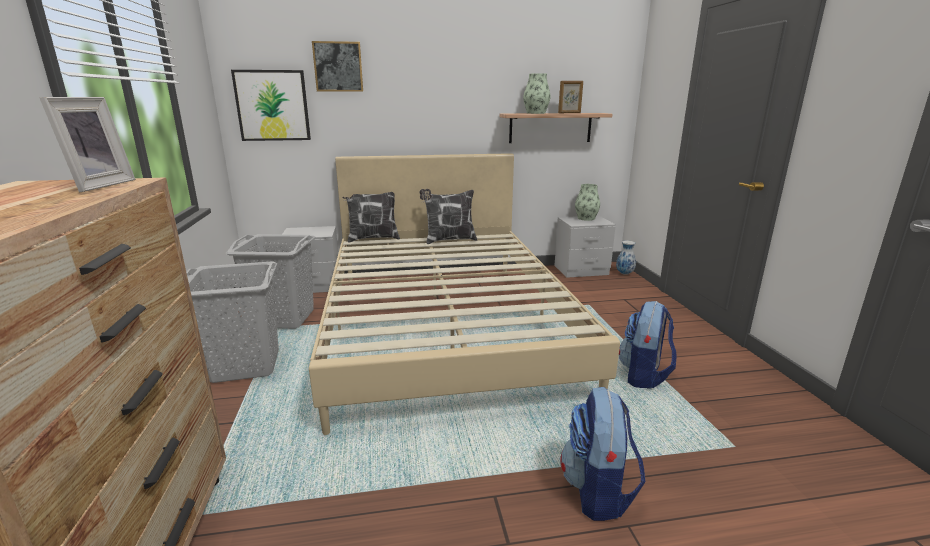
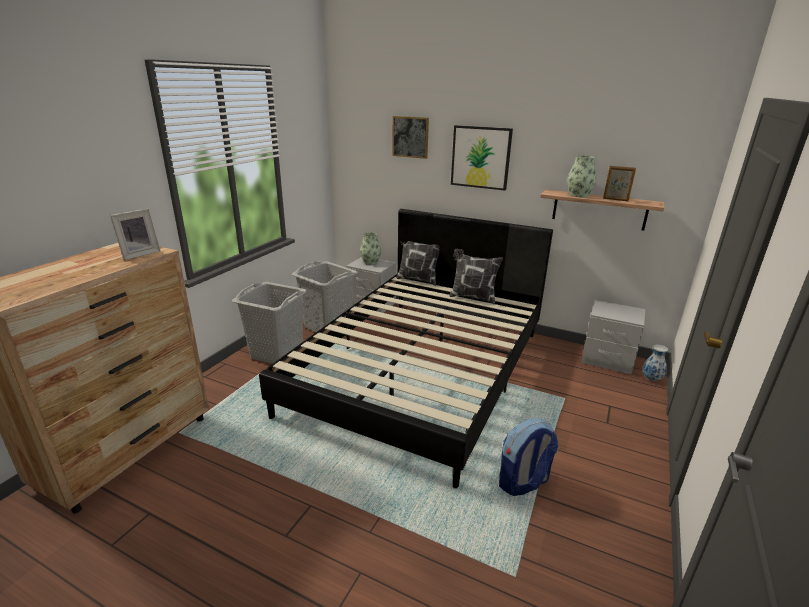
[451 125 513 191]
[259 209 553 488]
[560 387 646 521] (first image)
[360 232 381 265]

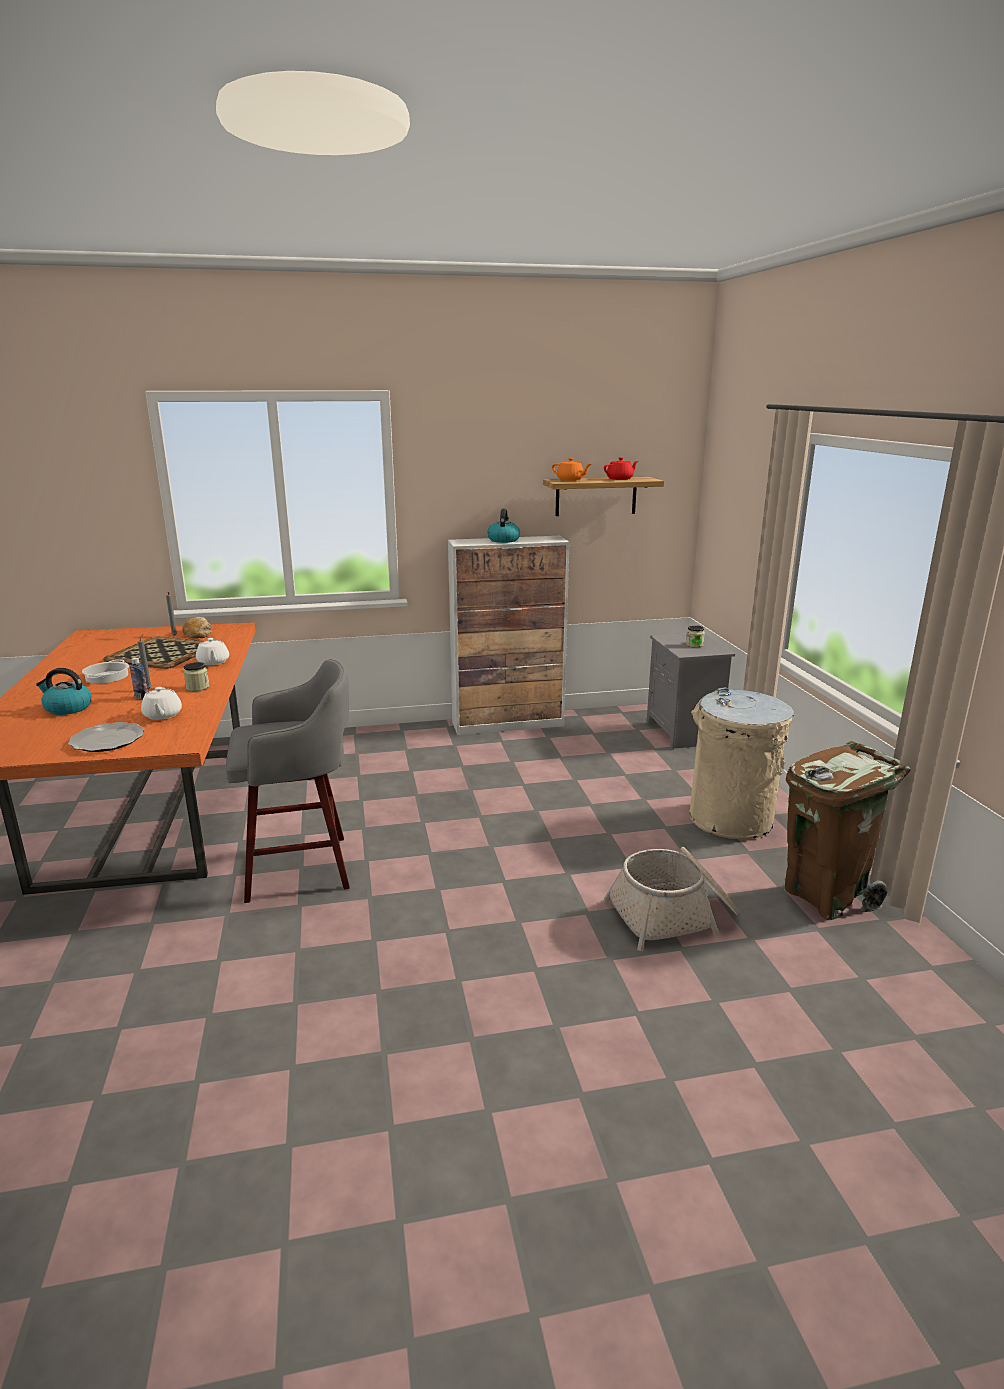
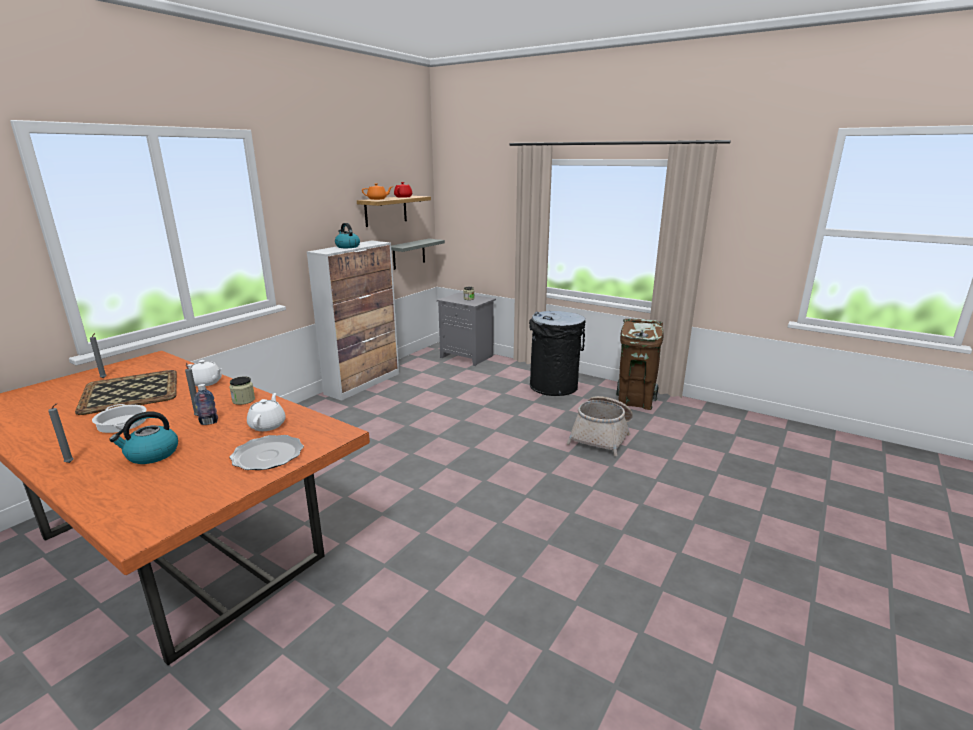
[247 393 286 431]
[182 617 212 639] (first image)
[225 659 350 903] (first image)
[529 311 585 396]
[48 403 74 463]
[391 239 445 270]

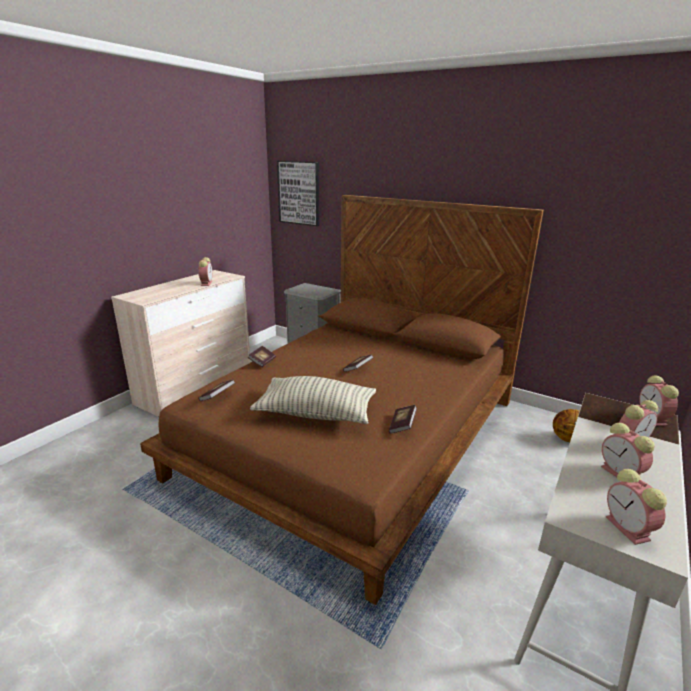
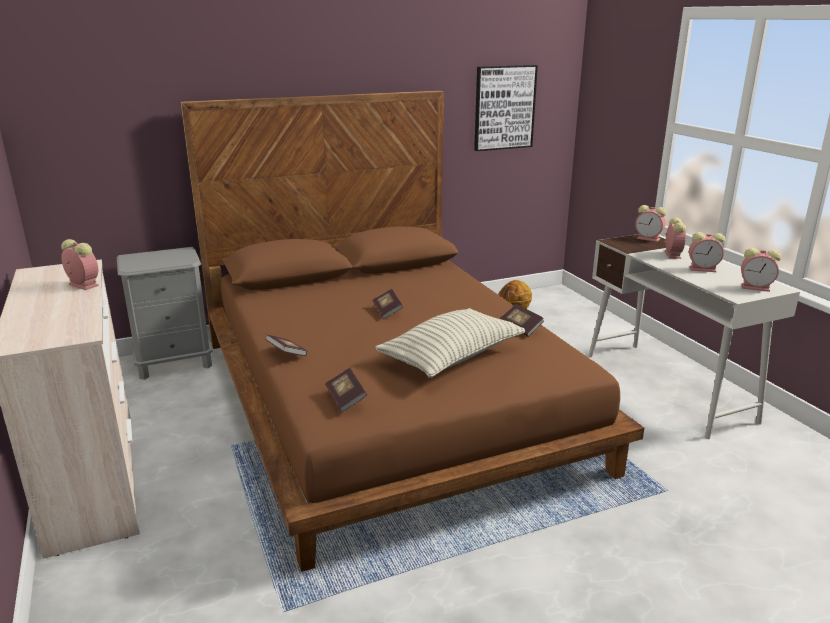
[474 65 538 151]

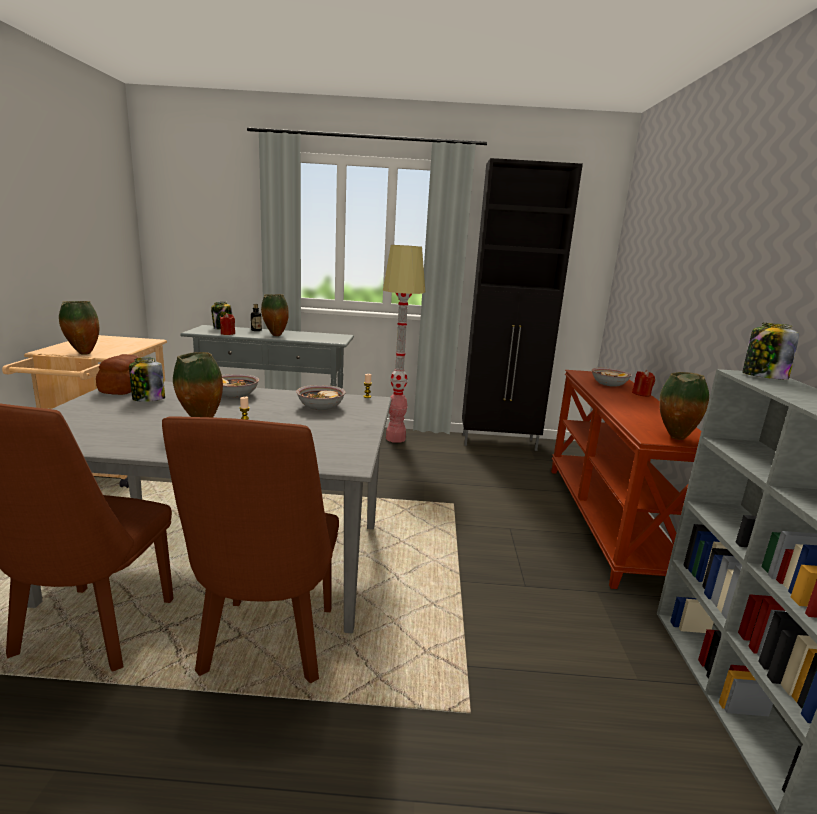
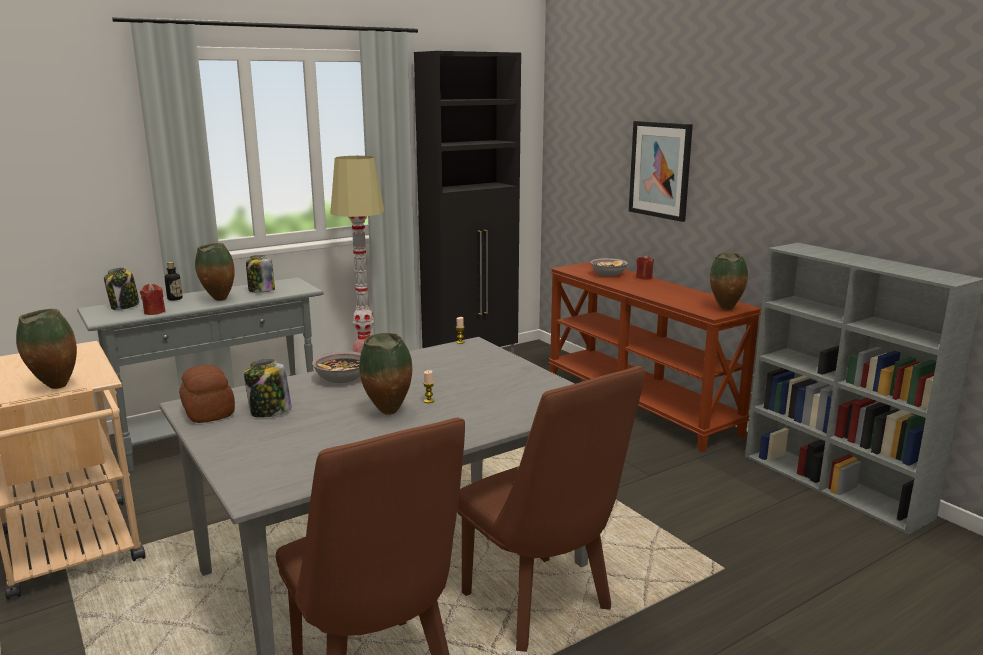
[296 385 345 410] (first image)
[246 255 275 292]
[629 121 693 222]

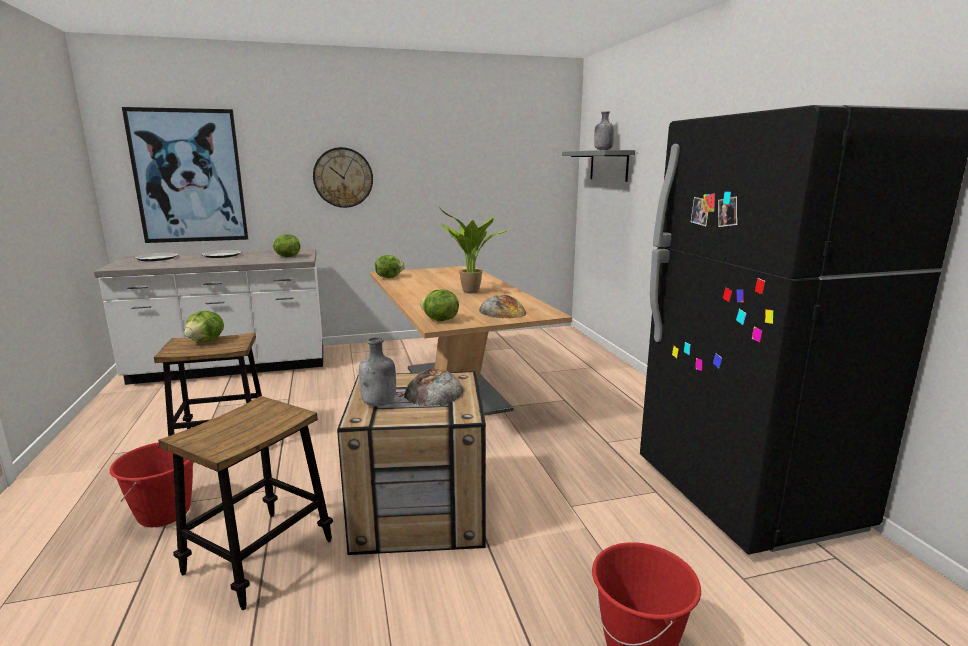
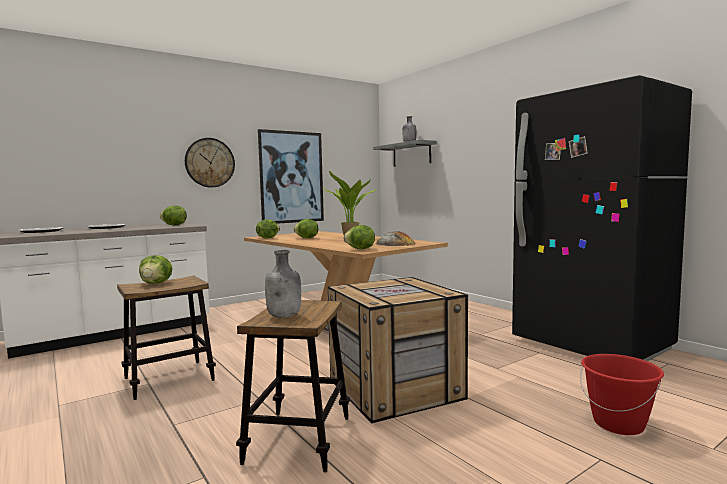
[110 442 193 527] (first image)
[258 129 324 224]
[265 250 301 318]
[404 369 464 407] (first image)
[294 219 318 238]

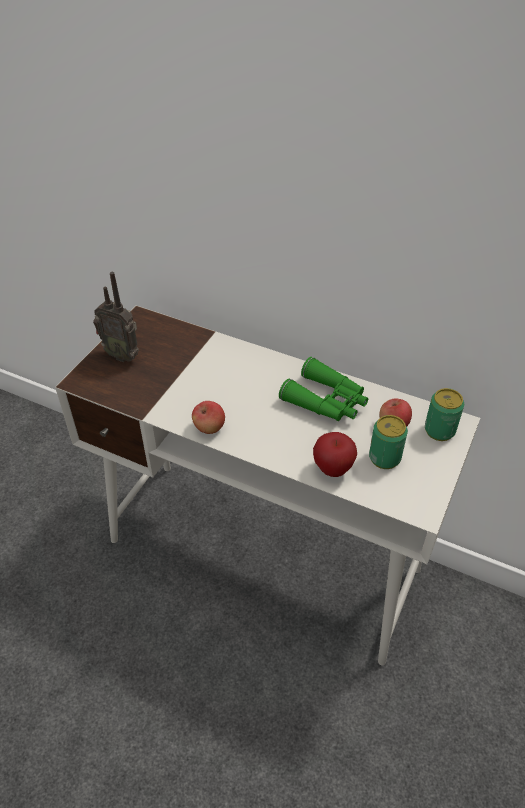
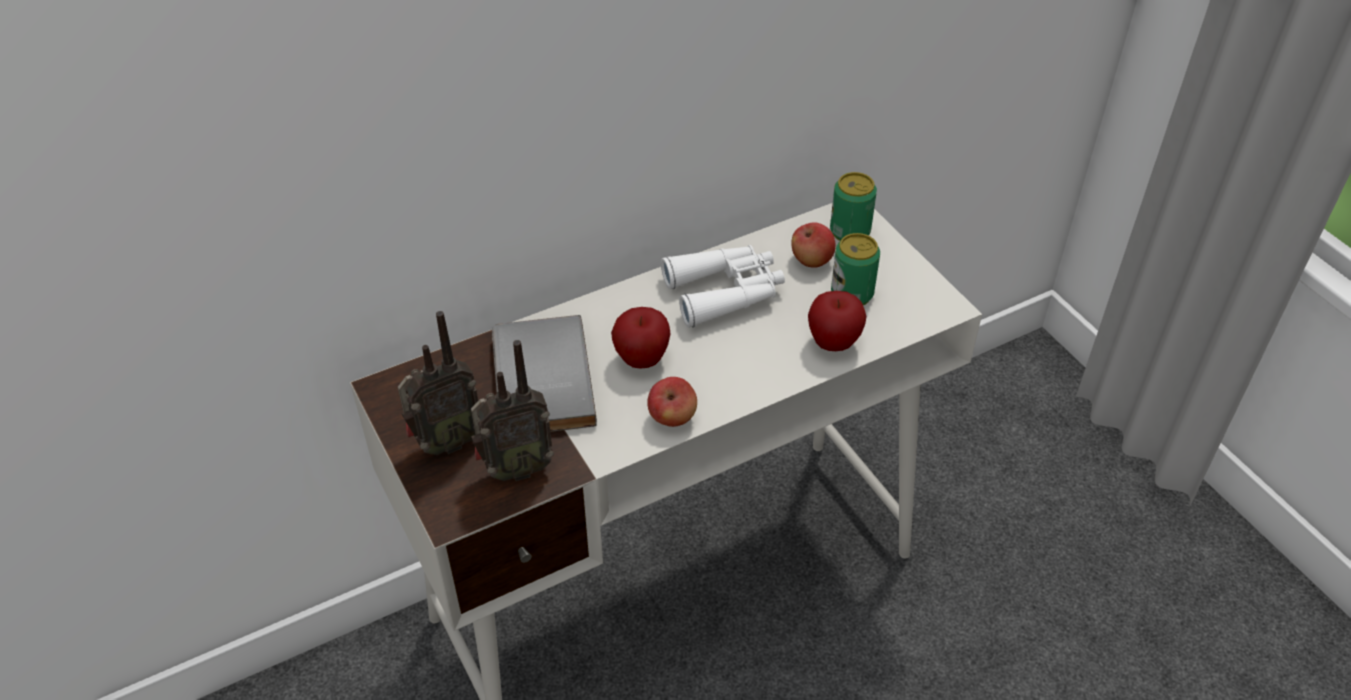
[661 245 785 328]
[471 340 554 481]
[492 315 597 432]
[611 307 671 369]

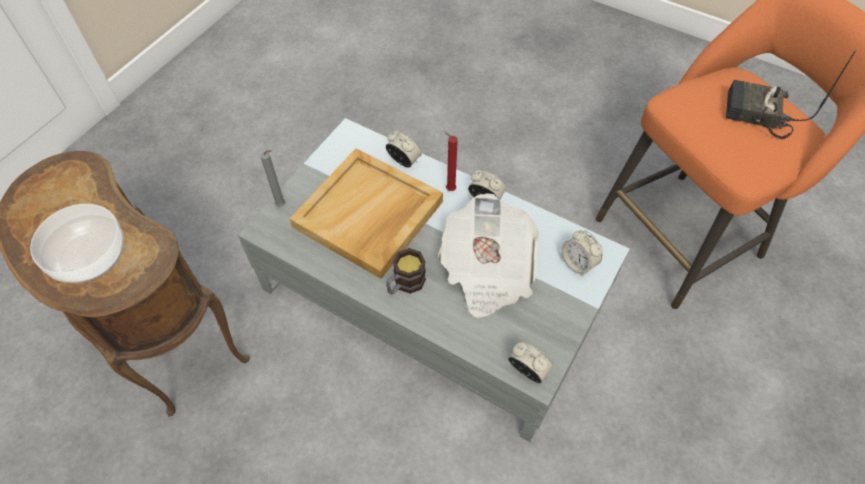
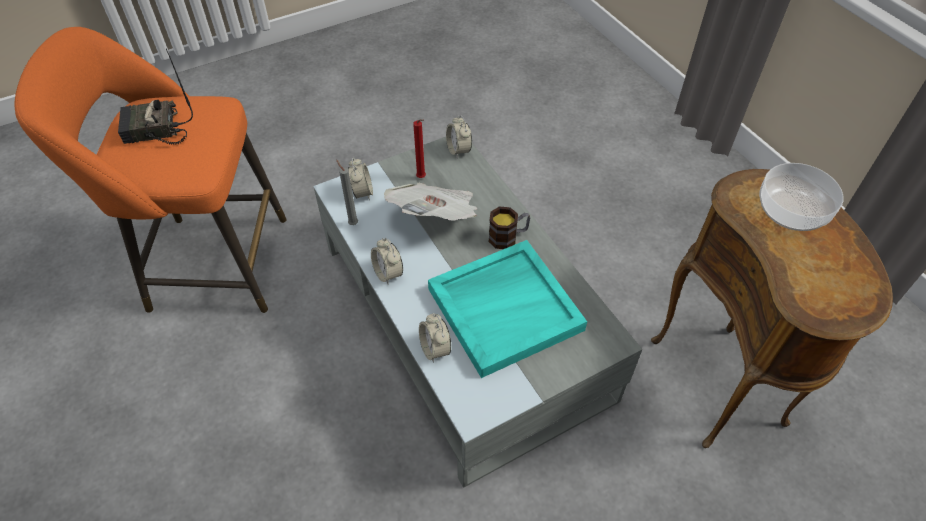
[336 159 358 225]
[428 240 587 378]
[413 119 426 178]
[118 49 193 145]

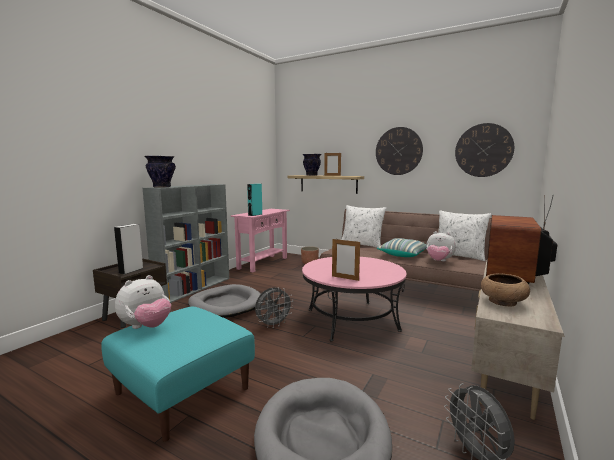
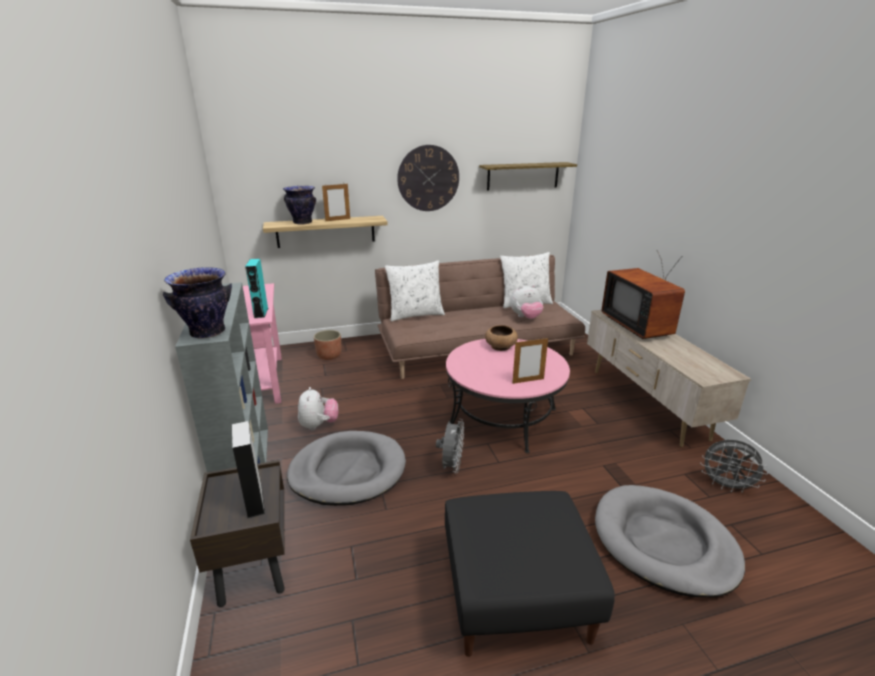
[445 491 615 657]
[298 387 338 431]
[377 238 427 257] (first image)
[479 162 577 191]
[485 325 518 351]

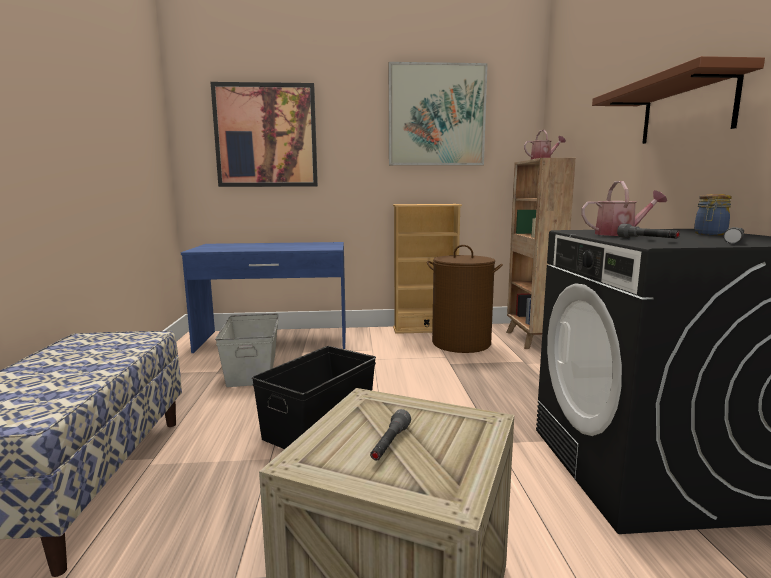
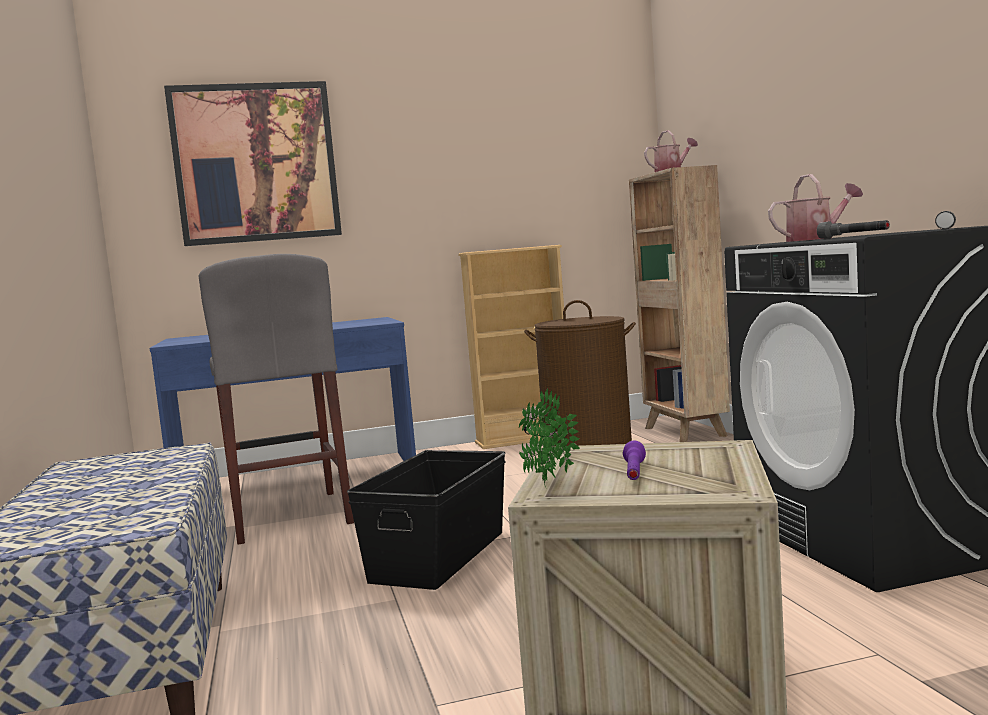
[199 254 354 545]
[623 440 646 480]
[389 62 488 165] (first image)
[592 56 765 144] (first image)
[694 194 732 235] (first image)
[519 389 580 489]

